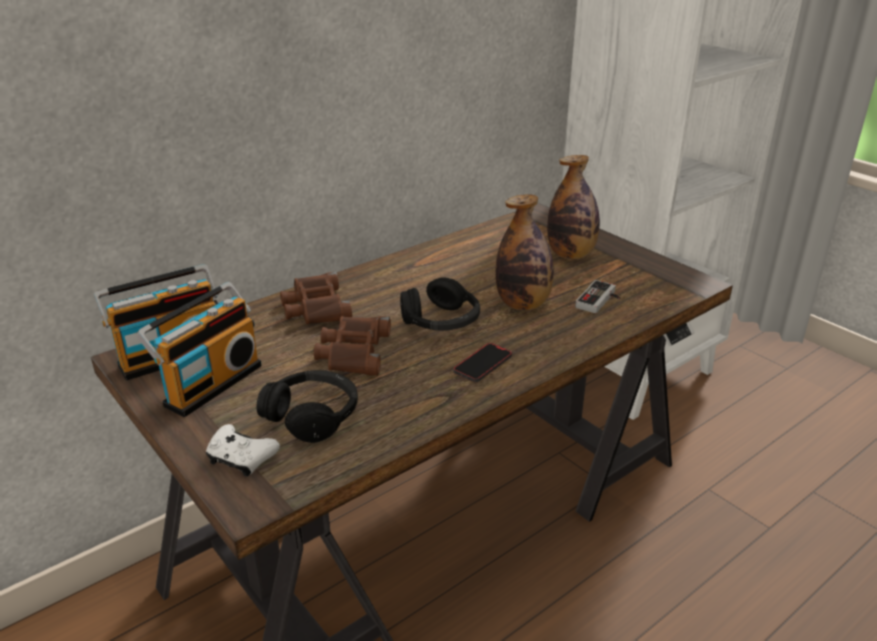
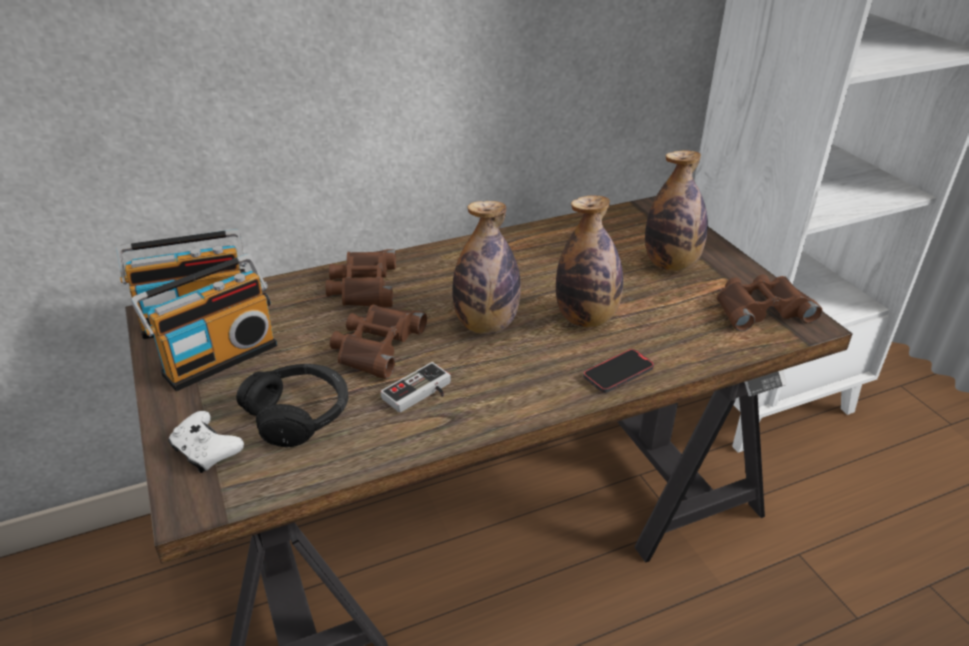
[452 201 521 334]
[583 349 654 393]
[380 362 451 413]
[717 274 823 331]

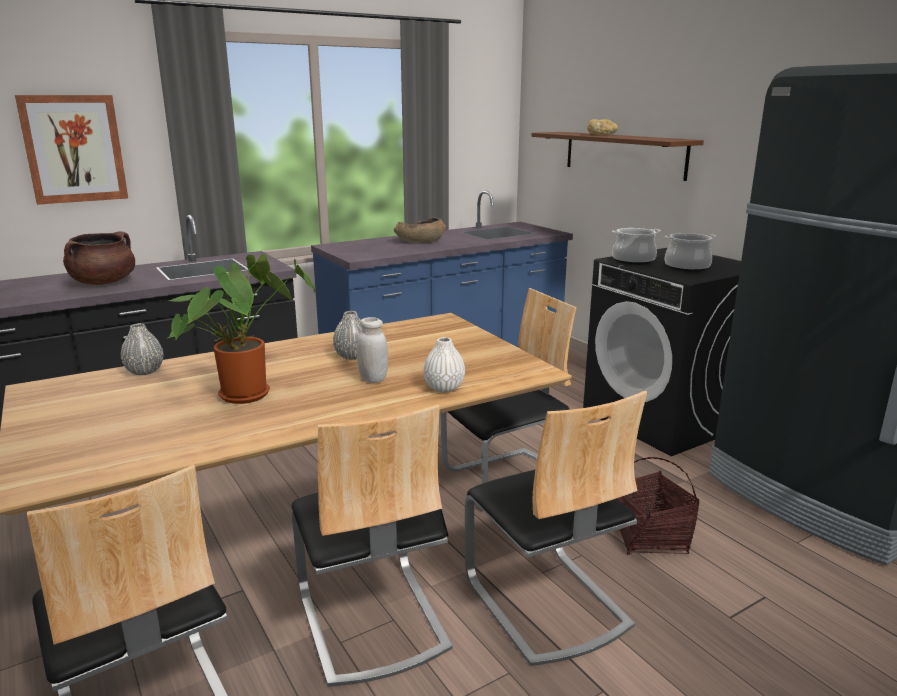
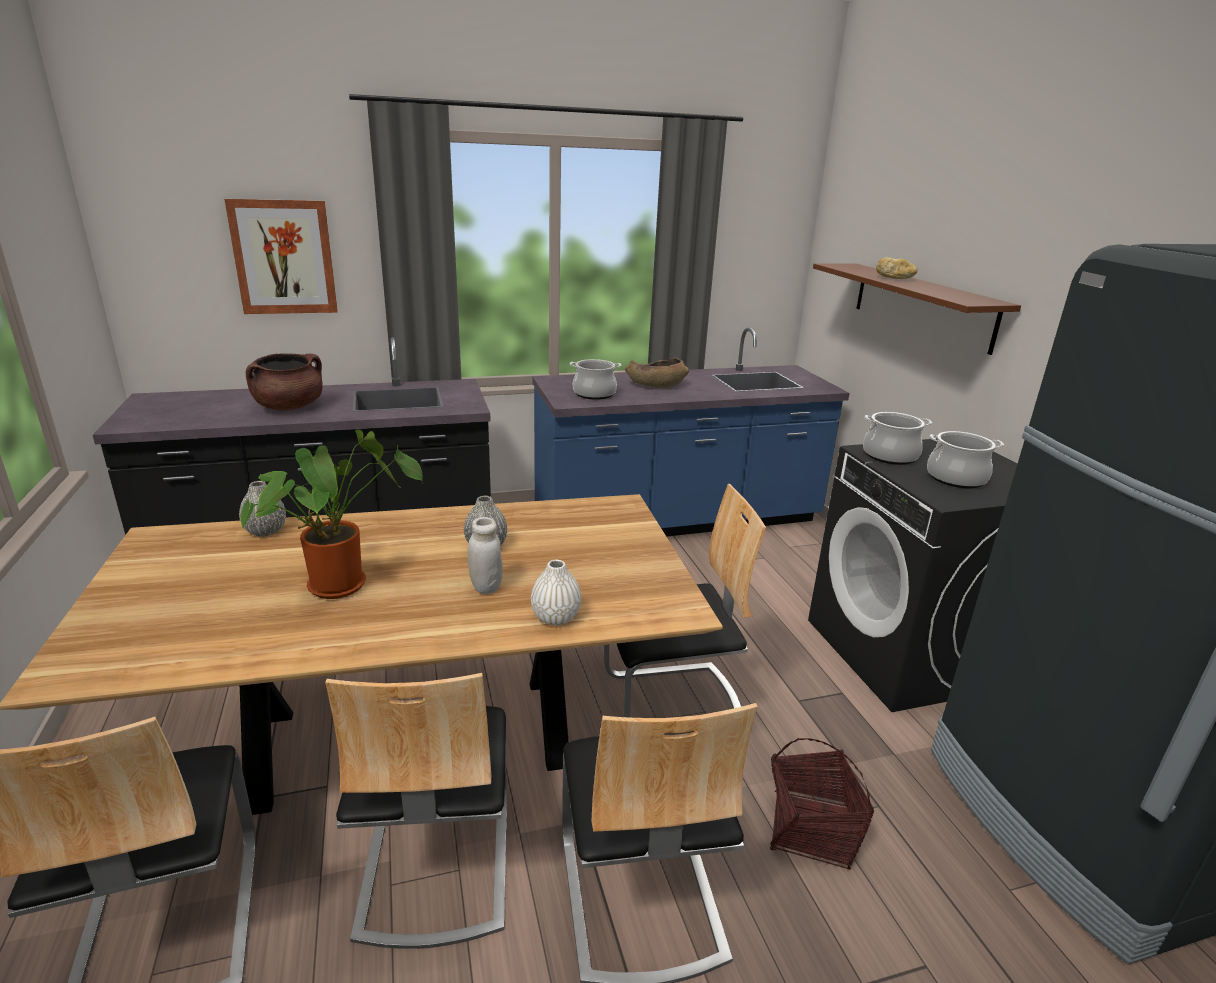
[569 359 621 400]

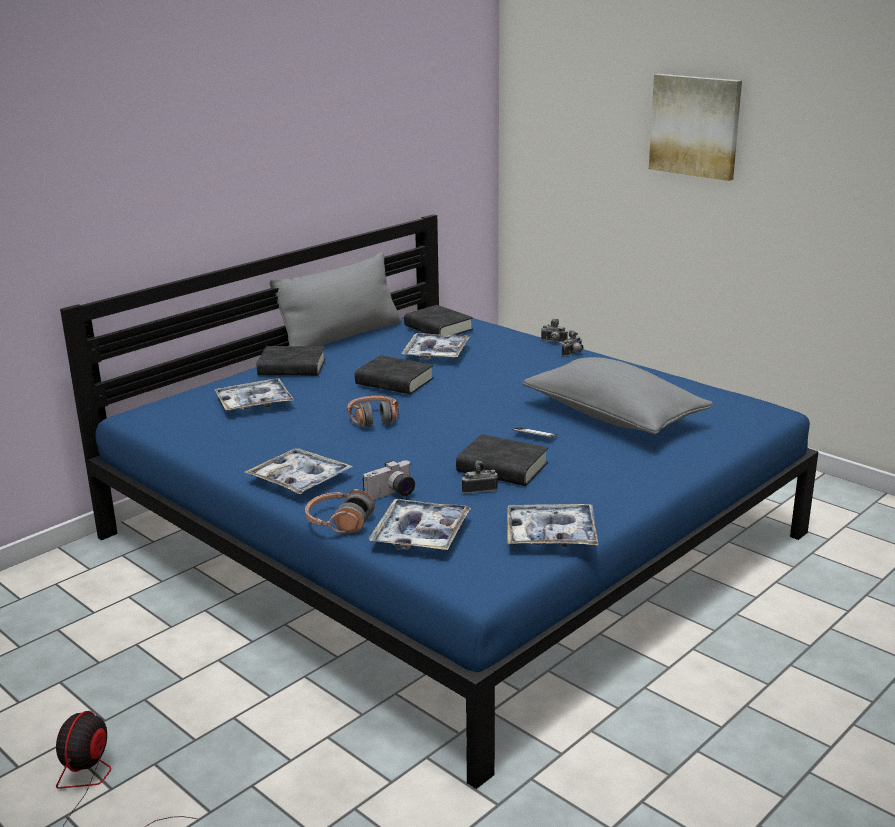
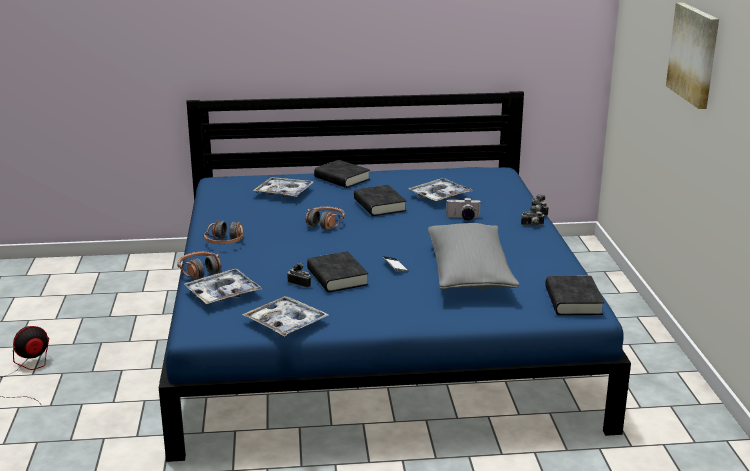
[203 220 243 244]
[270 252 402 346] (first image)
[446 198 481 220]
[545 276 604 315]

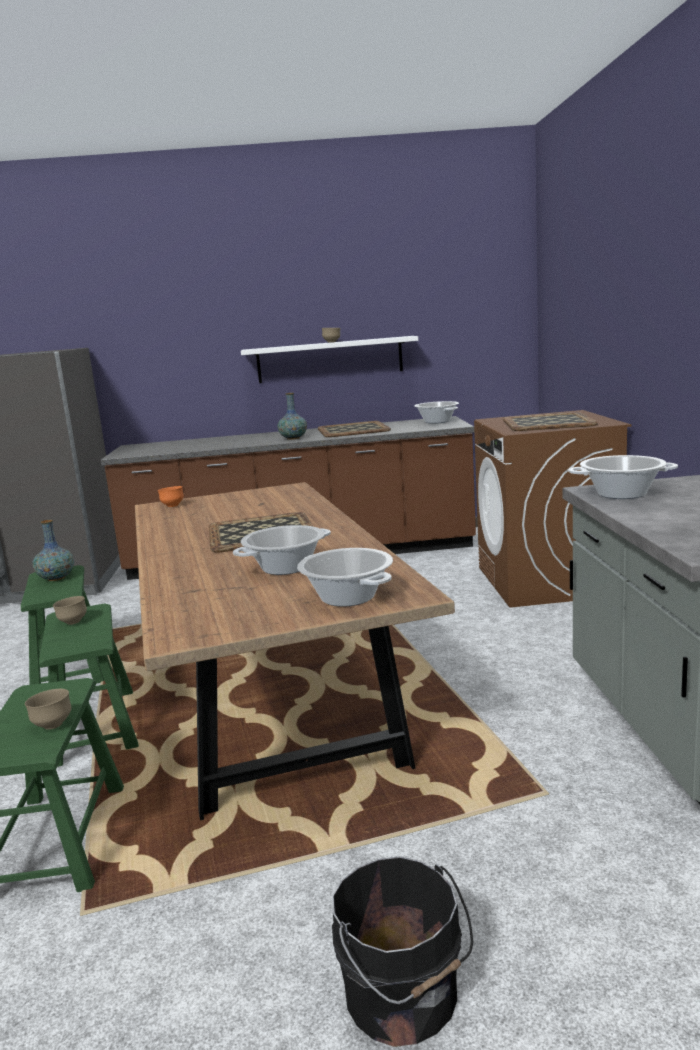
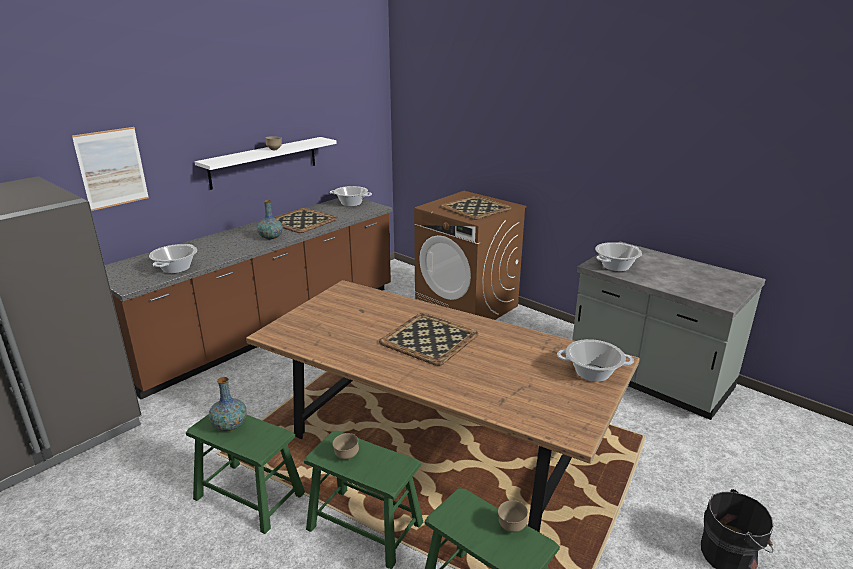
[158 486 184 507] (first image)
[149 244 197 273]
[72 127 149 211]

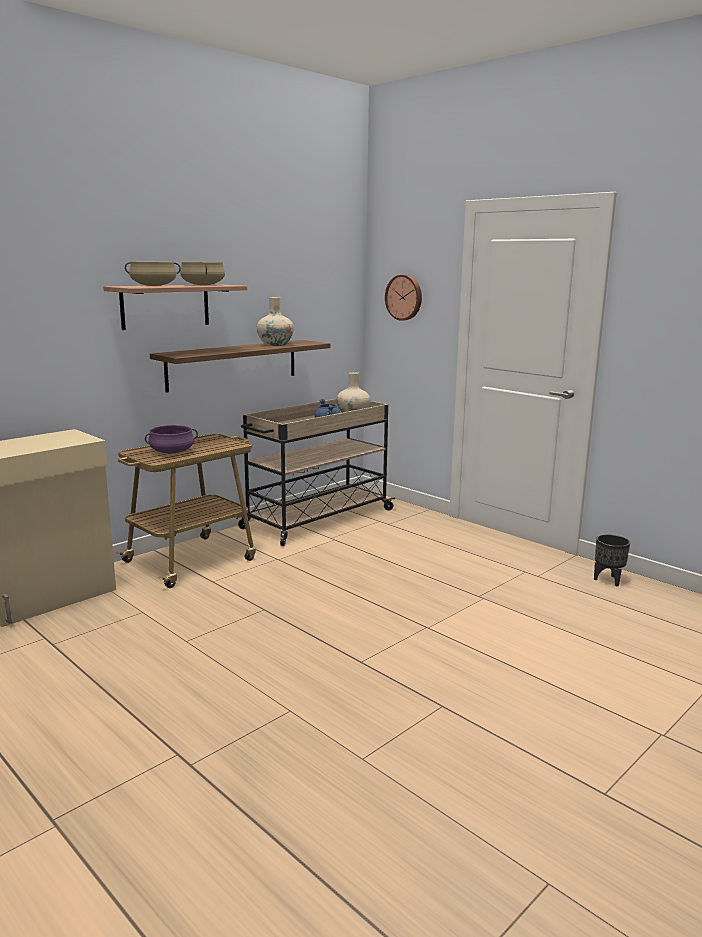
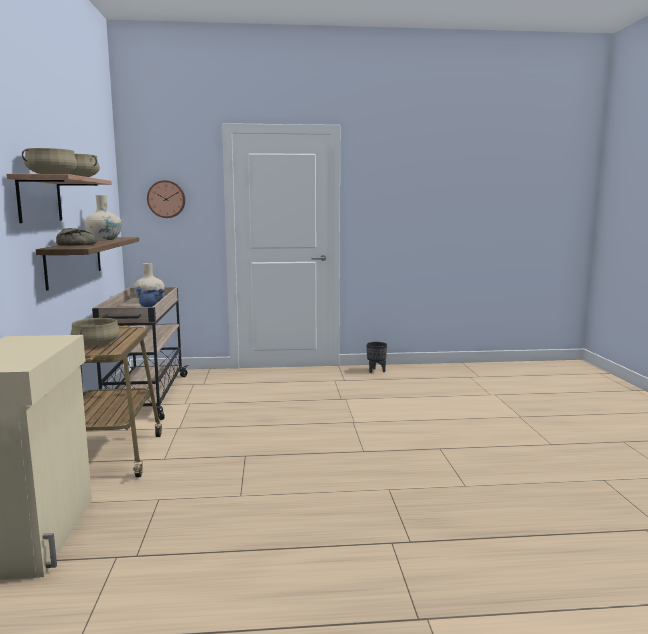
[70 318 120 346]
[56 228 97 246]

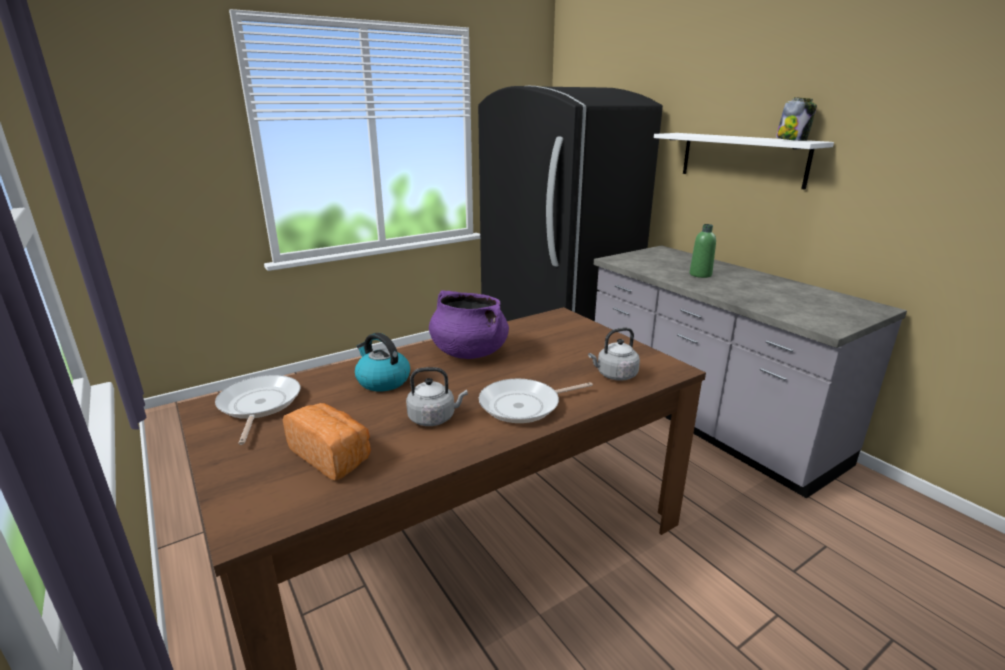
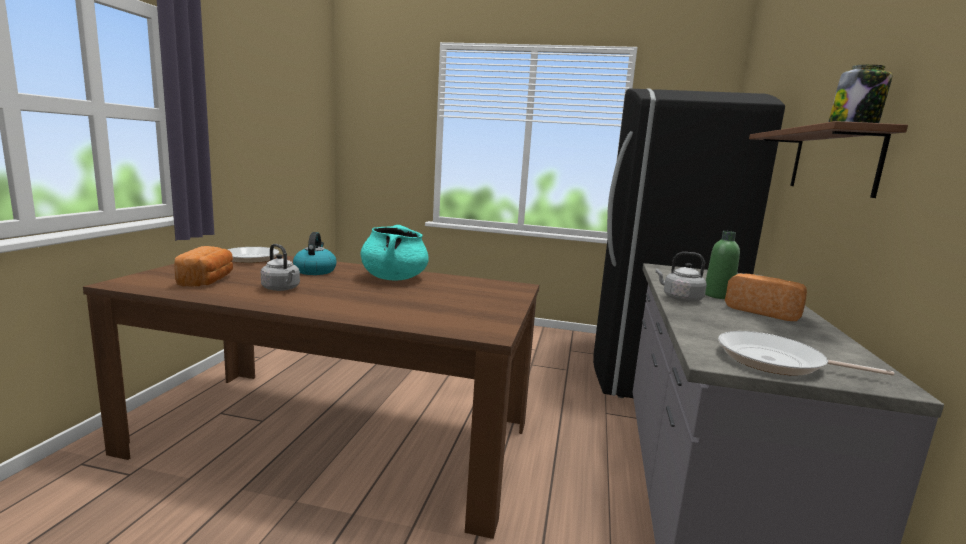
[361 225 429 280]
[718 331 894 376]
[655 252 707 302]
[749 121 908 198]
[725 273 807 321]

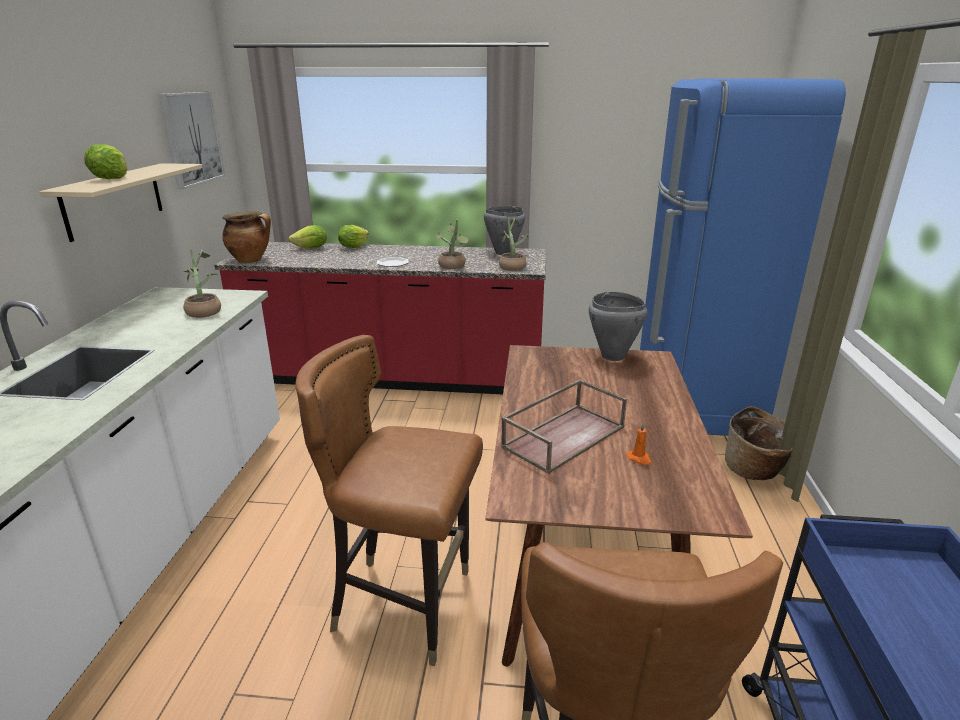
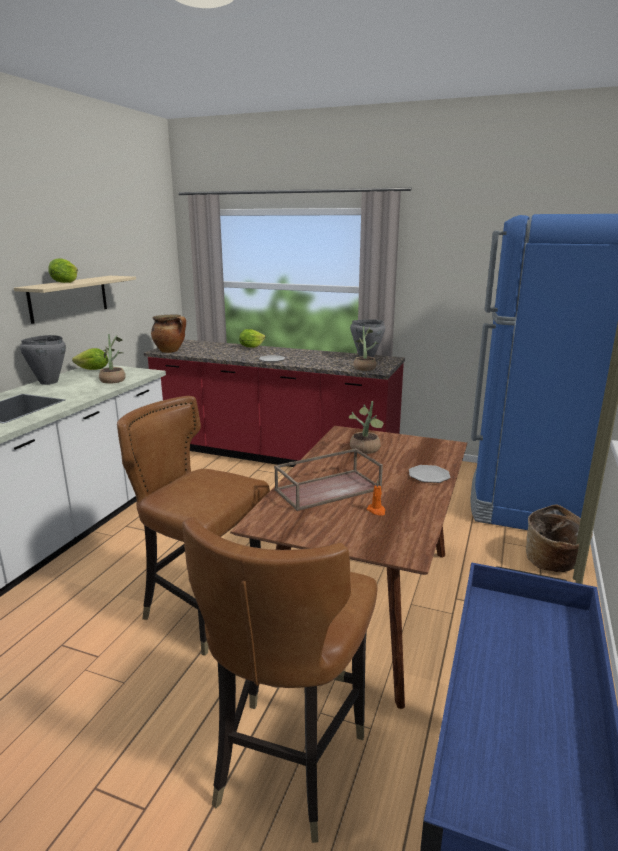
[159 92 225 189] (first image)
[72 348 108 370]
[348 401 384 454]
[20 335 66 385]
[409 465 450 483]

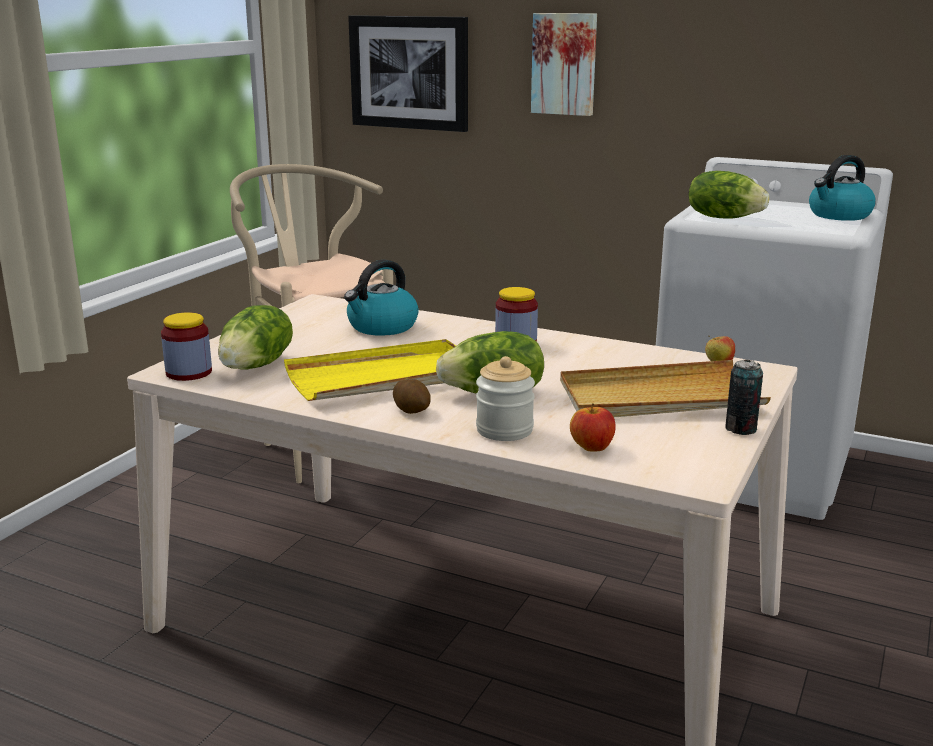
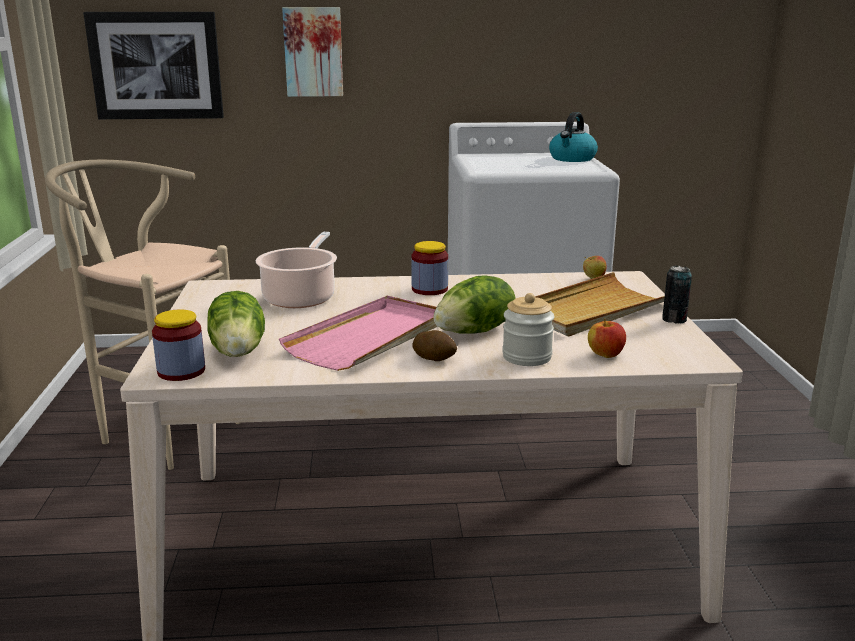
[279 296 438 371]
[256 232 337 308]
[689 171 769 219] (first image)

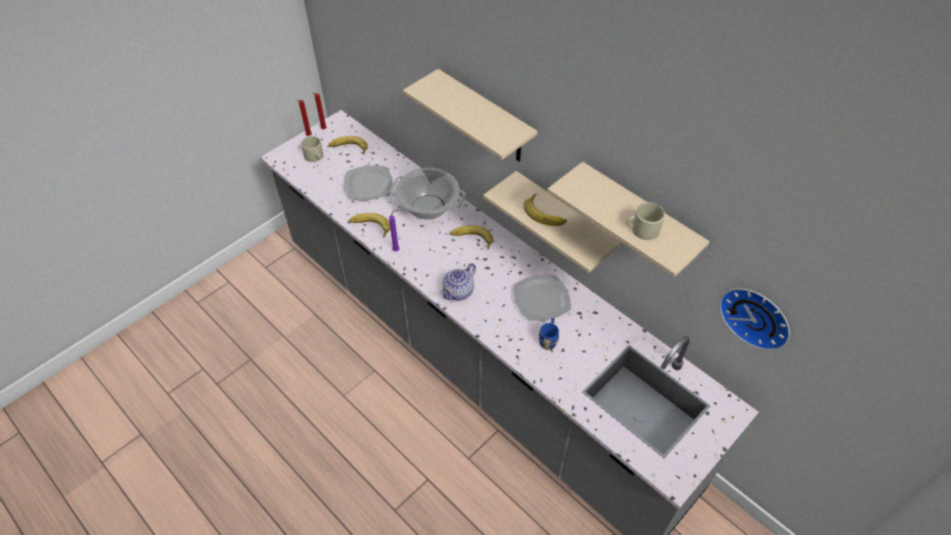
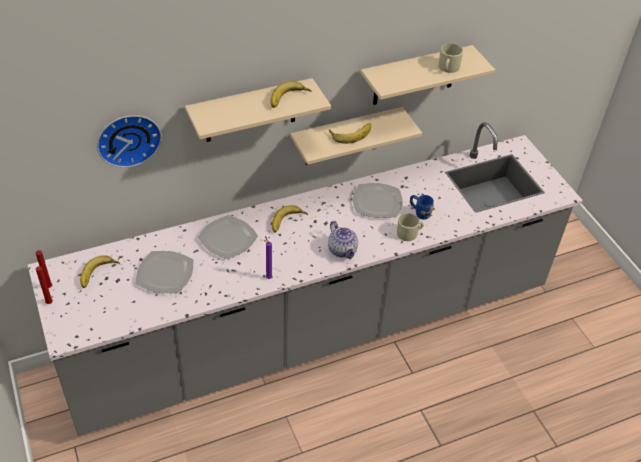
[397 213 424 241]
[270 81 311 108]
[198 215 258 259]
[97 115 162 168]

